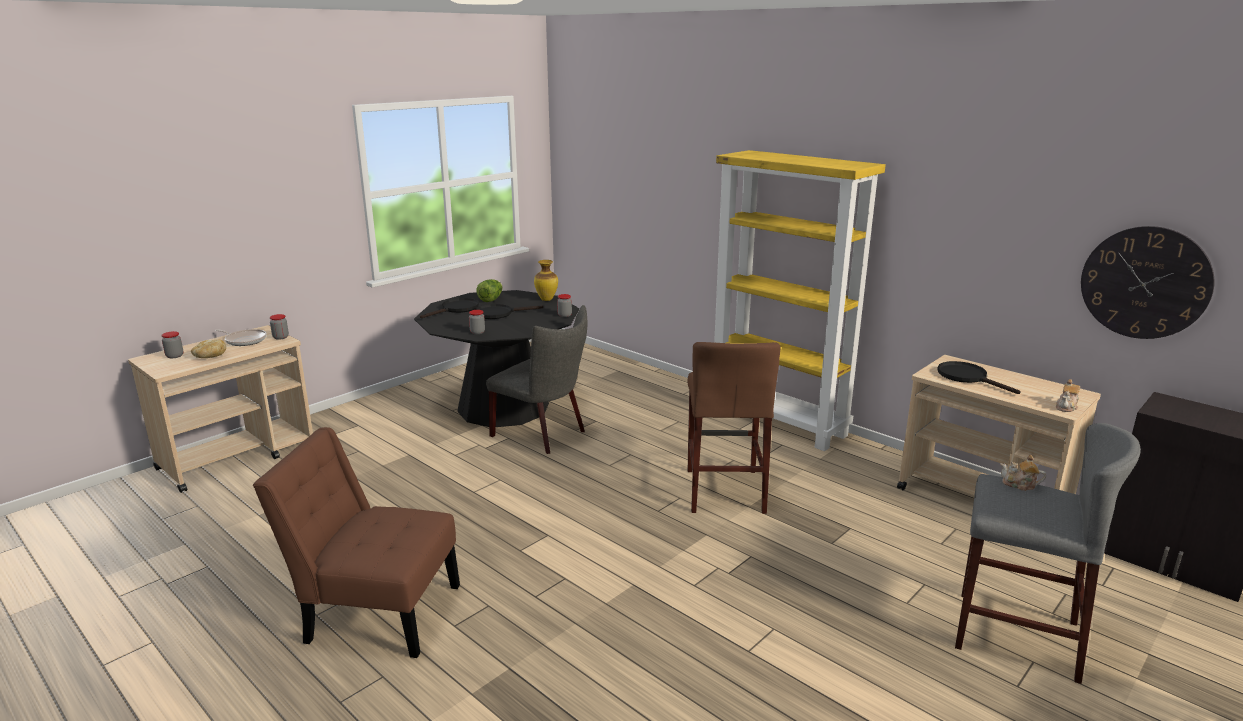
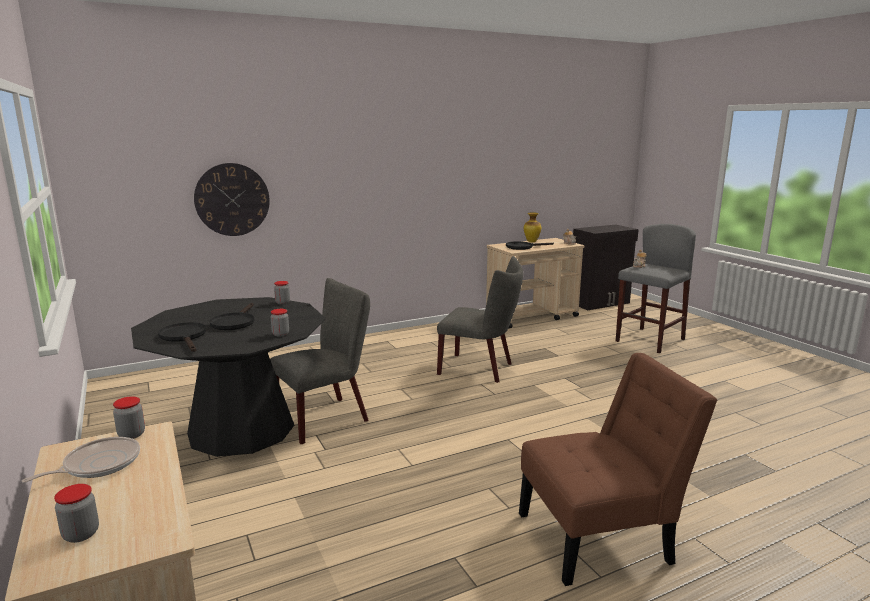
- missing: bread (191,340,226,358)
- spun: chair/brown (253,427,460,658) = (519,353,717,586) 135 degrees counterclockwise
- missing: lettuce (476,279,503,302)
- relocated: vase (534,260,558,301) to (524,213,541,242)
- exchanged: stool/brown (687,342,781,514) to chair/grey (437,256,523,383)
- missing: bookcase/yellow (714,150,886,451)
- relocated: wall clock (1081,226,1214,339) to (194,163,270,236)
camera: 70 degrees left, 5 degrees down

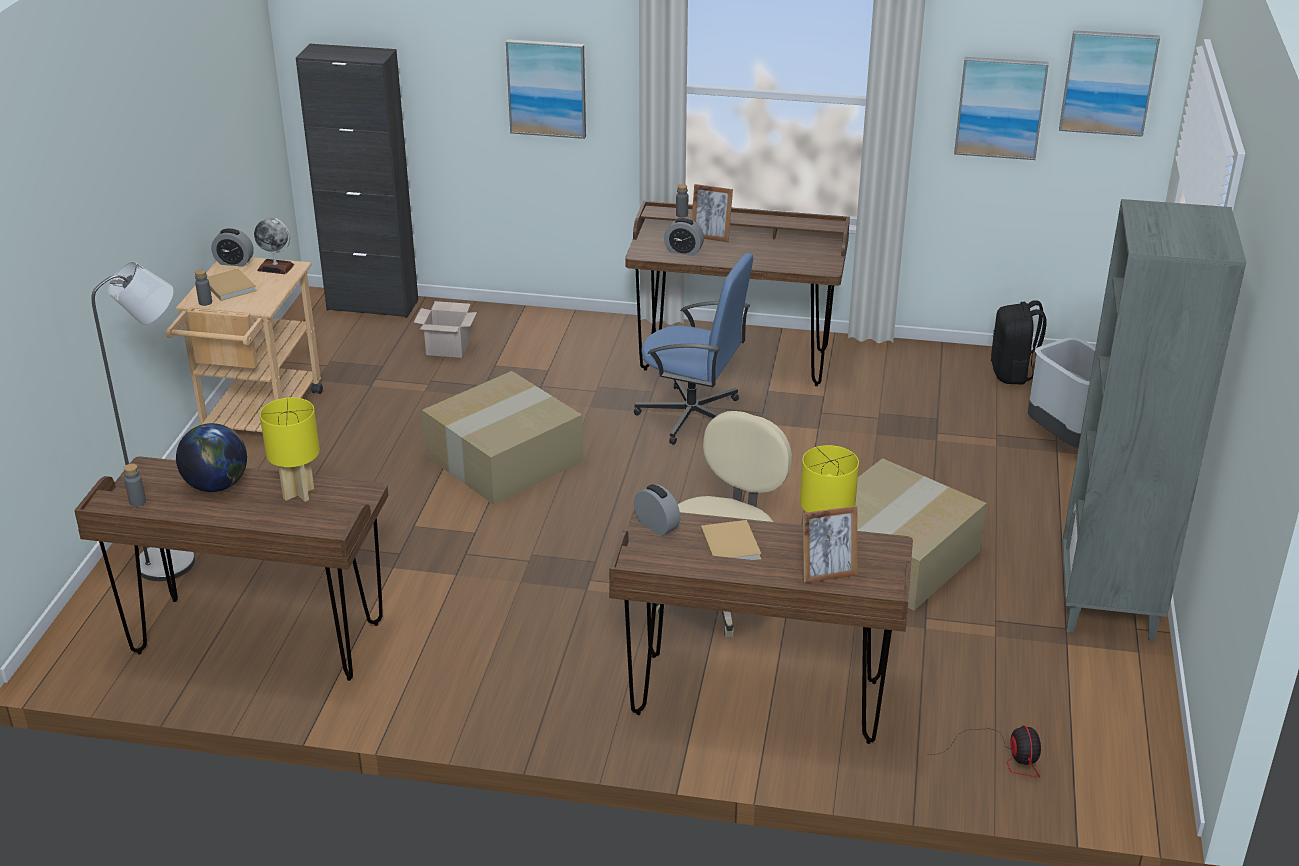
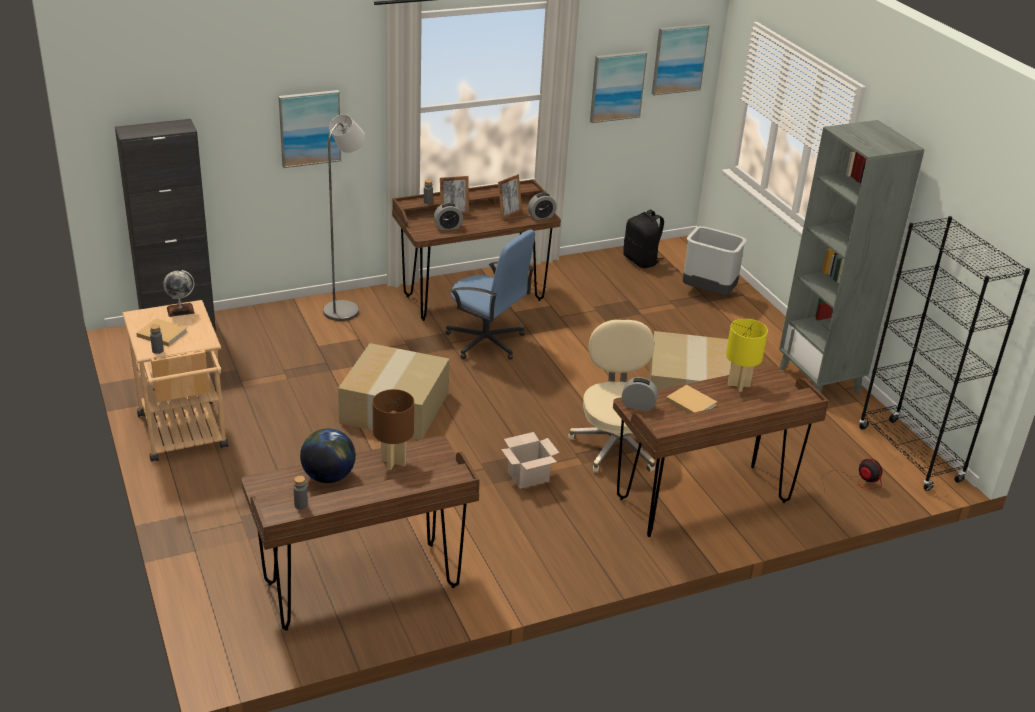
- relocated: floor lamp/grey (91,261,195,581) to (323,114,365,321)
- relocated: alarm clock (211,228,254,267) to (528,193,557,220)
- colour: table lamp/yellow (260,397,320,502) to table lamp/brown (373,389,414,470)
- relocated: cardboard box (414,301,477,358) to (501,432,559,489)
- spun: office chair/blue (634,253,753,445) = (445,230,535,360) 45 degrees clockwise
- relocated: picture frame (803,506,857,583) to (498,174,522,220)
- appeared: bookcase/black (859,216,1030,491)
camera: 35 degrees left, 0 degrees up

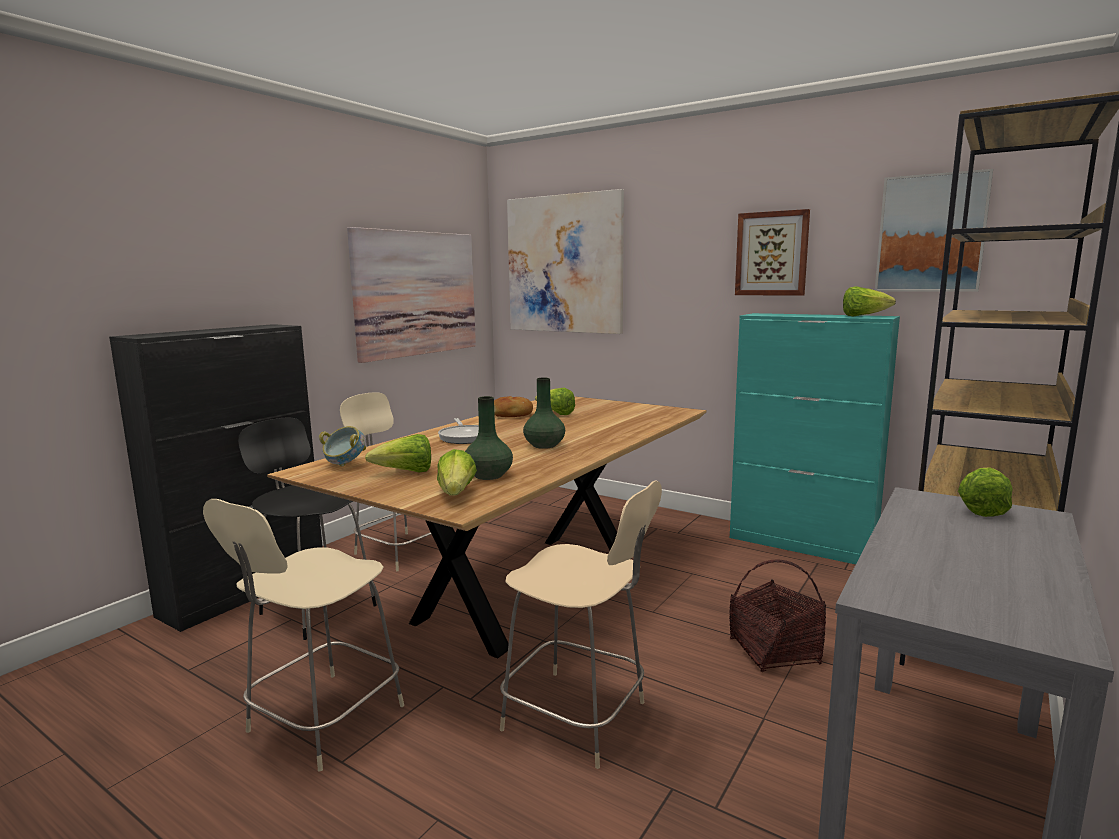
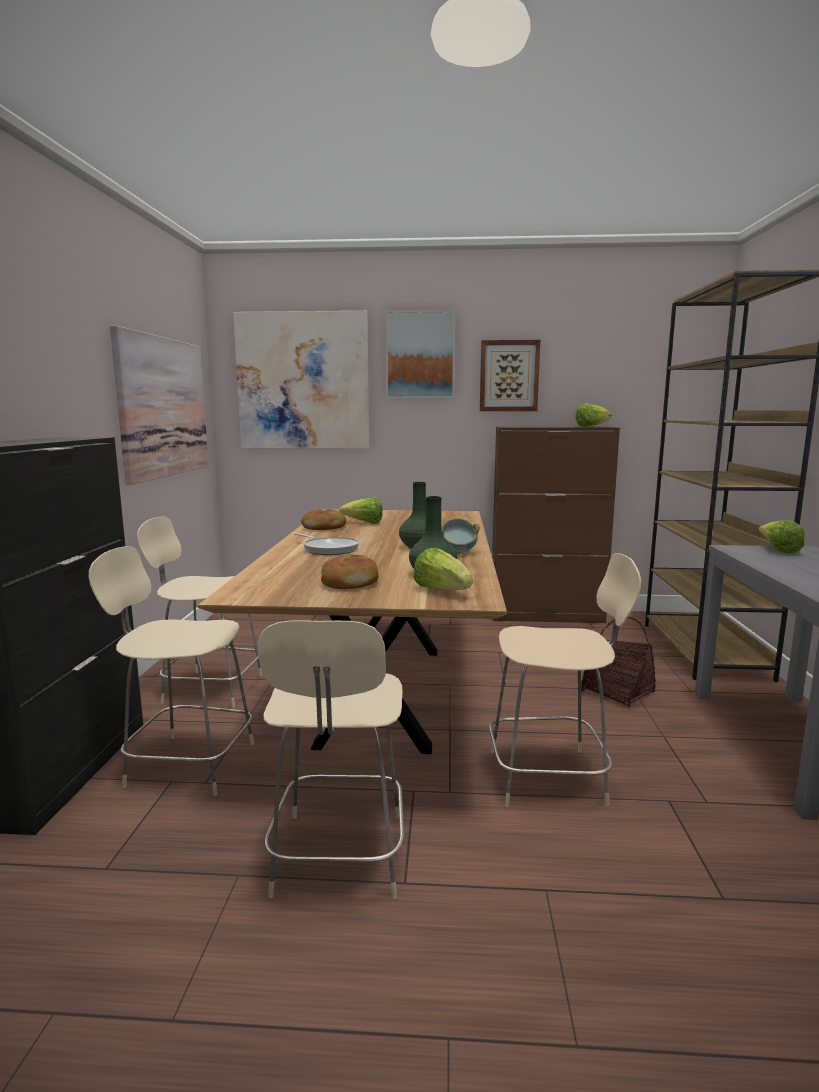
- colour: chair/black (238,418,377,640) to chair/beige (88,546,254,796)
- relocated: bowl (319,426,366,467) to (441,518,480,554)
- exchanged: lettuce (365,434,431,472) to bread (321,554,379,589)
- colour: cabinet/turquoise (730,313,900,564) to cabinet/brown (492,427,620,623)
- relocated: picture (875,169,993,292) to (386,310,455,399)
camera: 30 degrees left, 0 degrees up

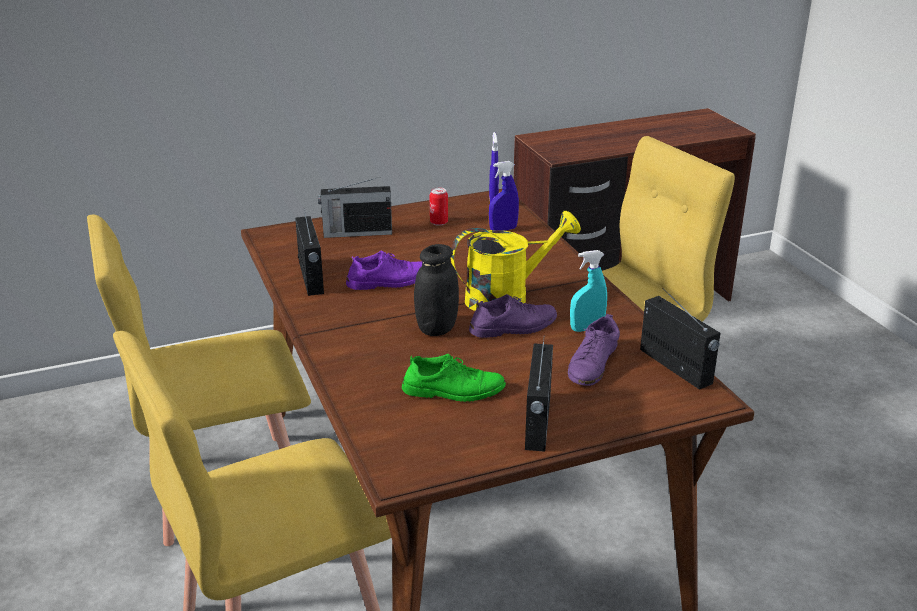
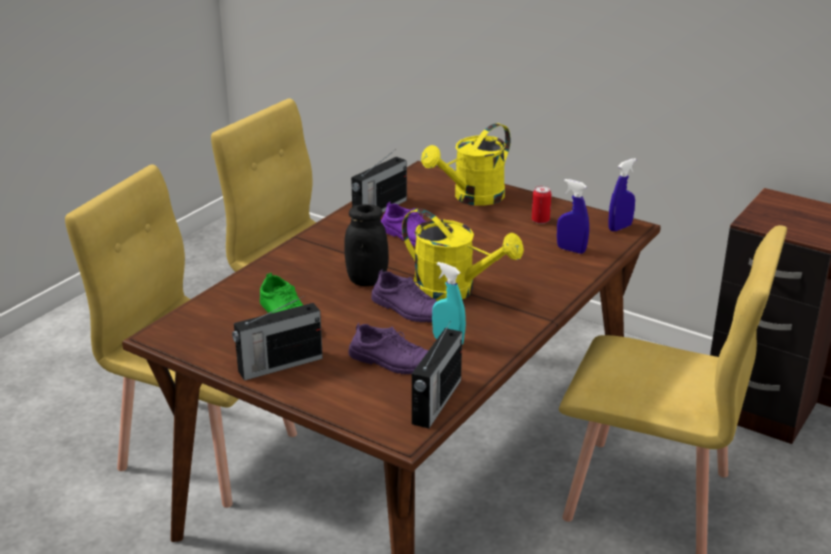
- exchanged: radio (318,177,392,238) to watering can/yellow (421,123,511,206)
- spun: shoe/purple (568,314,620,386) = (348,323,429,375) 150 degrees counterclockwise
camera: 55 degrees right, 0 degrees up

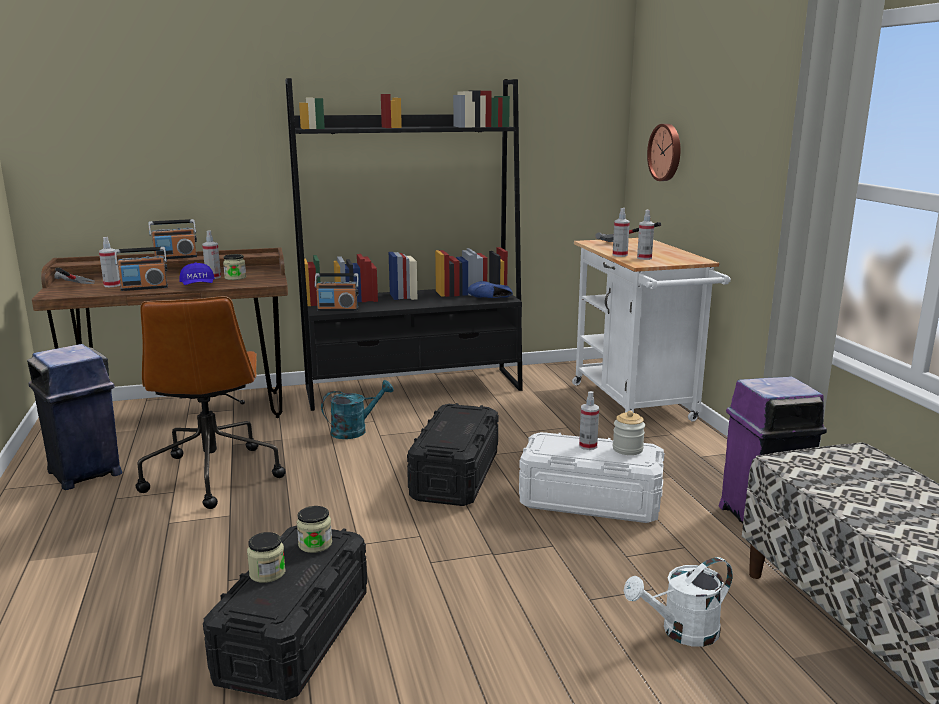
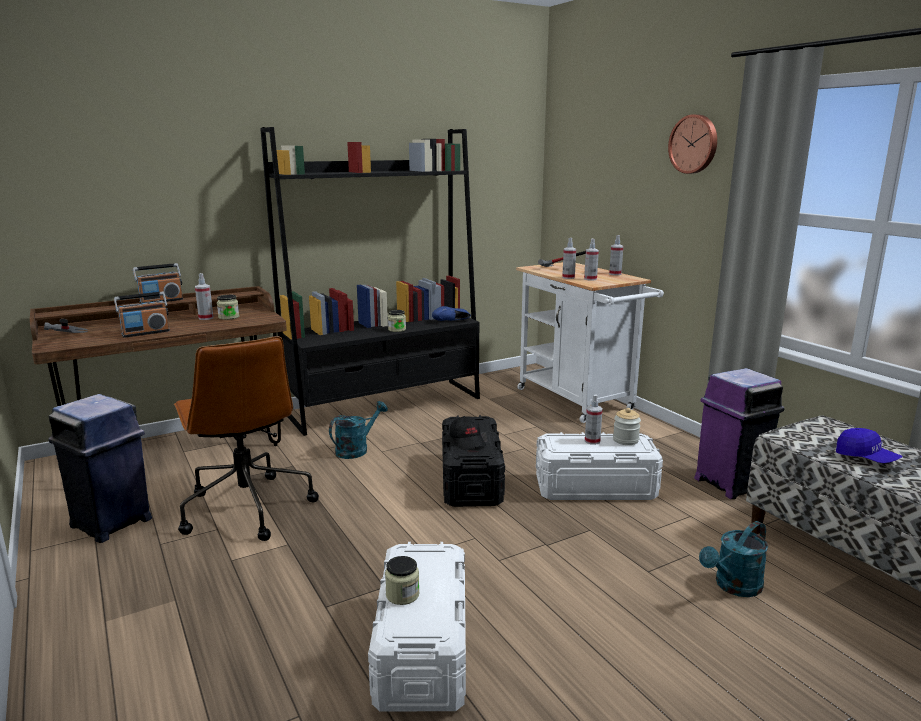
- relocated: spray bottle (99,237,121,287) to (609,235,623,275)
- relocated: cap/blue (179,263,215,285) to (836,428,903,463)
- colour: storage box/black (203,526,367,700) to storage box/white (368,542,466,711)
- relocated: jar (297,506,332,553) to (388,310,406,332)
- missing: radio (314,273,359,311)
- colour: watering can/white (624,557,733,647) to watering can/turquoise (699,521,768,597)
- relocated: wall clock (647,124,680,181) to (668,114,717,174)
- appeared: cap/black (450,416,486,450)
camera: 15 degrees left, 0 degrees up

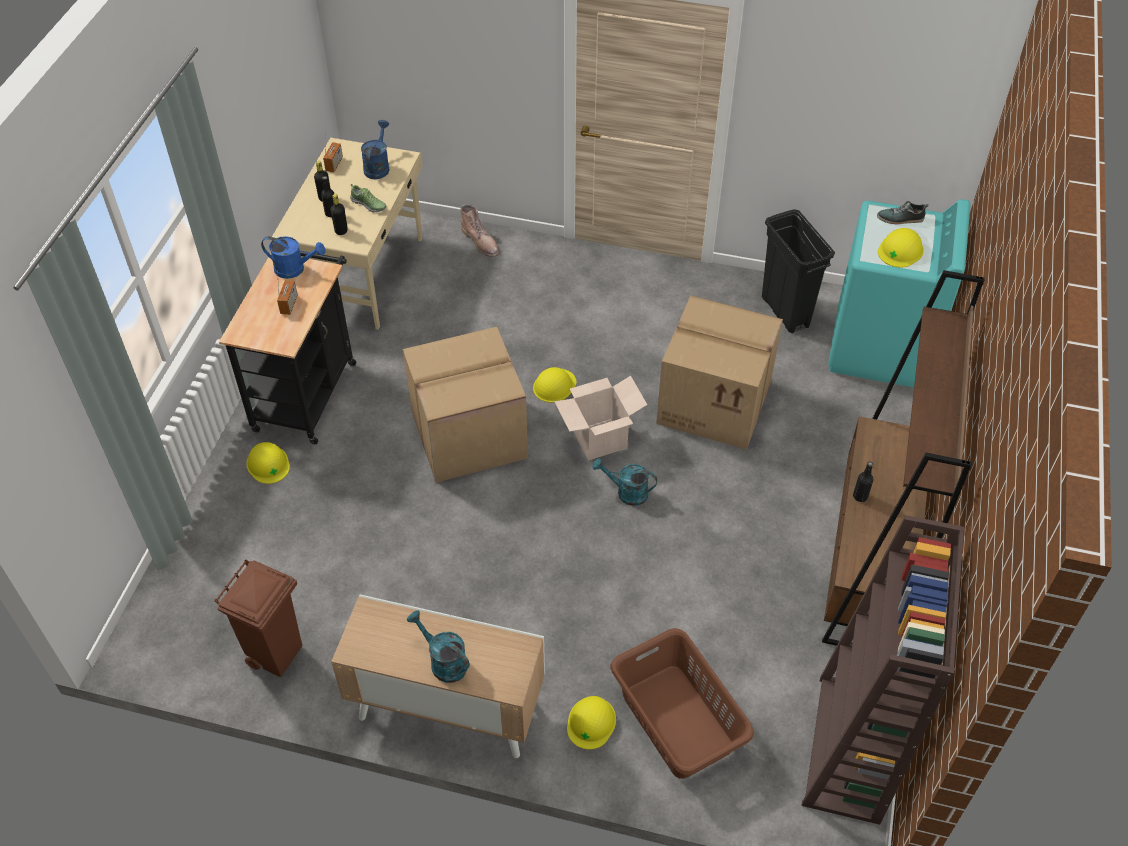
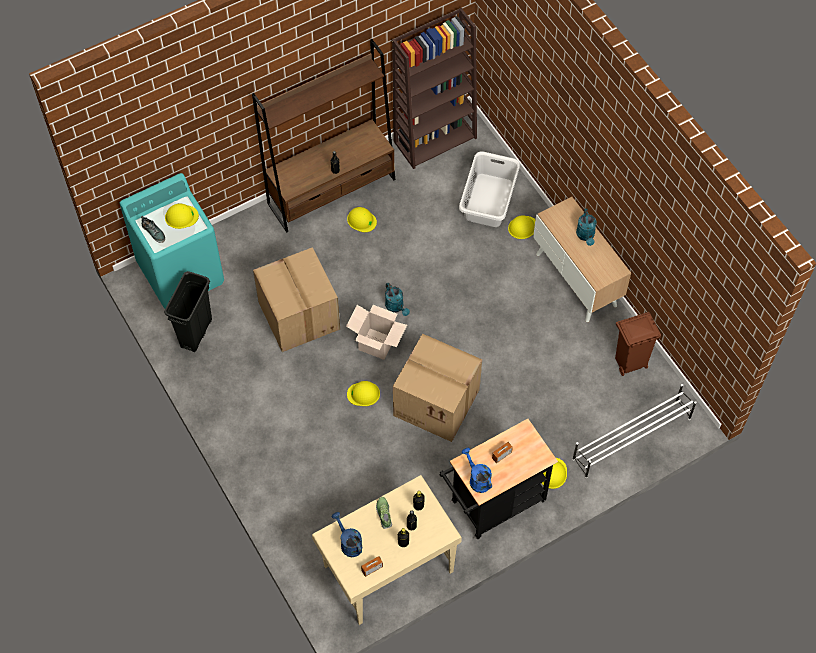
- spun: watering can/blue (361,120,390,179) = (332,512,362,557) 90 degrees clockwise
- missing: boot/brown (460,205,500,257)
- colour: laundry basket/brown (610,628,754,779) to laundry basket/grey (459,151,520,227)
- appeared: hard hat/yellow (347,207,377,232)
- appeared: shoe rack/white (572,384,697,478)
camera: 135 degrees left, 10 degrees up

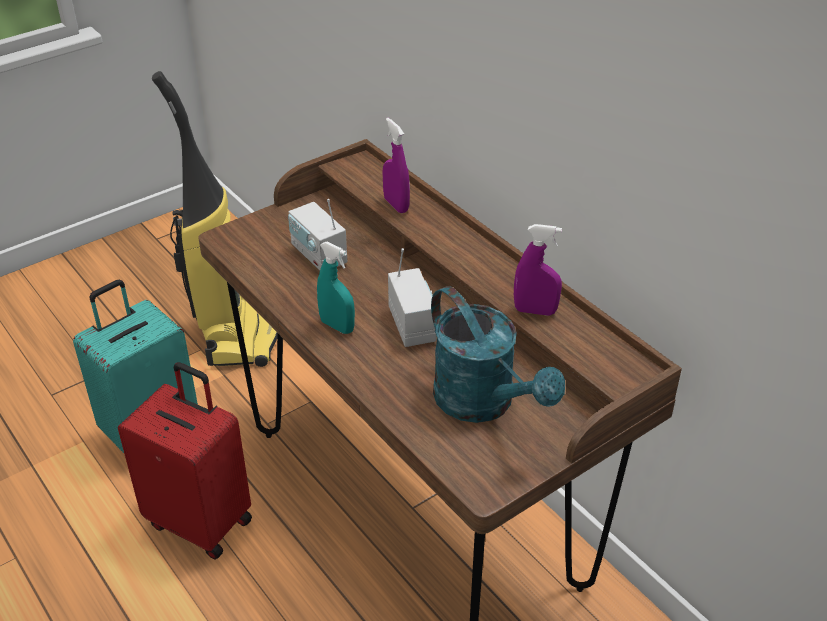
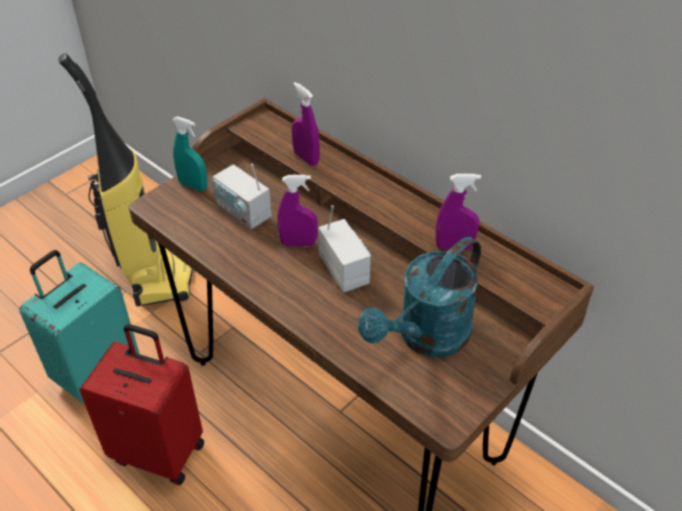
- relocated: spray bottle/turquoise (317,241,355,334) to (172,116,208,191)
- spun: watering can/turquoise (431,286,565,423) = (358,237,481,357) 90 degrees clockwise
- appeared: spray bottle/purple (277,175,318,246)
camera: 10 degrees left, 5 degrees up

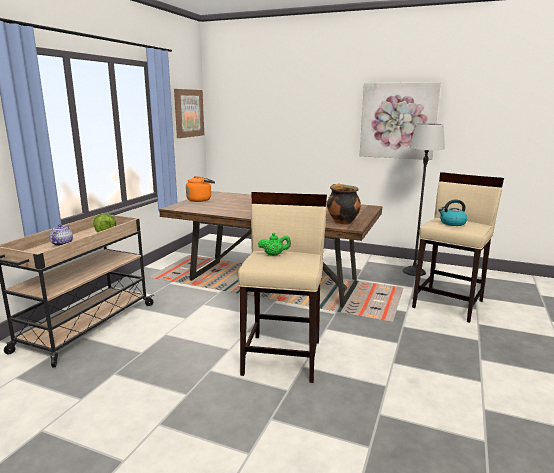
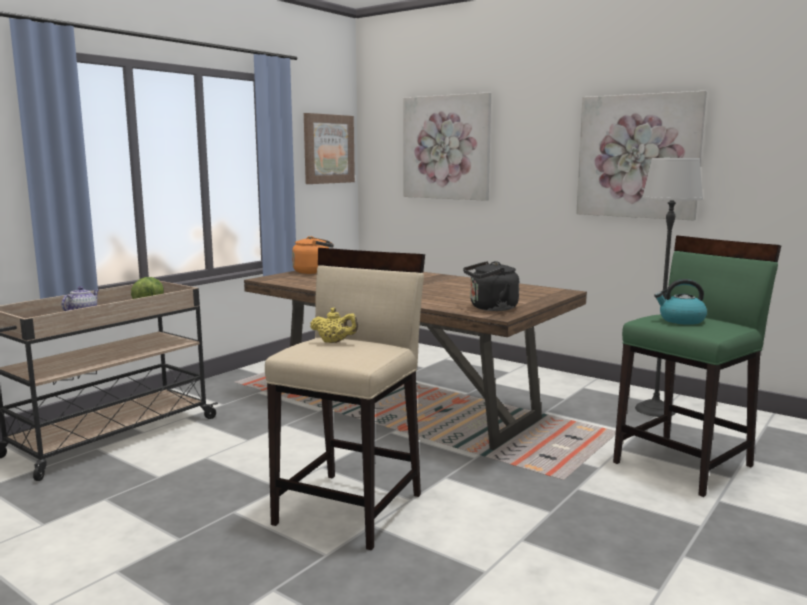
- colour: teapot/green (258,233,291,256) to teapot/yellow (310,308,358,343)
- exchanged: cooking pot (327,184,361,225) to kettle/black (463,261,519,311)
- colour: stool/beige (412,172,504,323) to stool/green (613,235,781,497)
- appeared: picture (403,93,491,201)
camera: 15 degrees right, 5 degrees down

